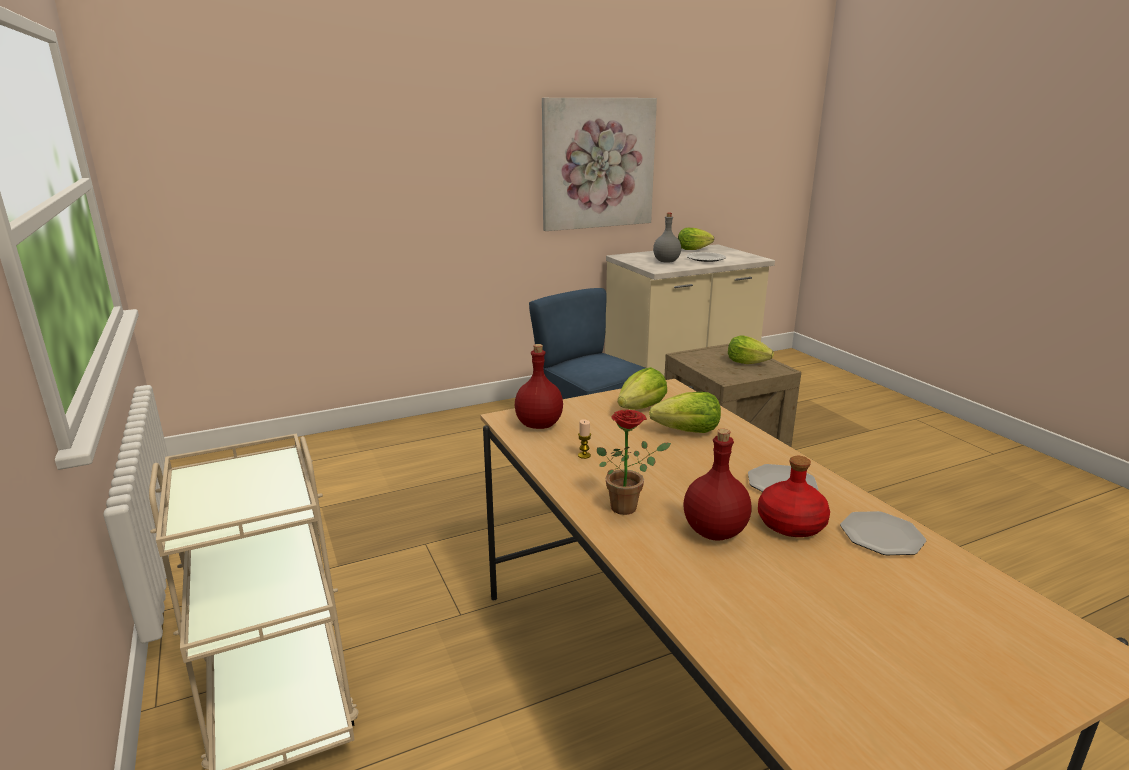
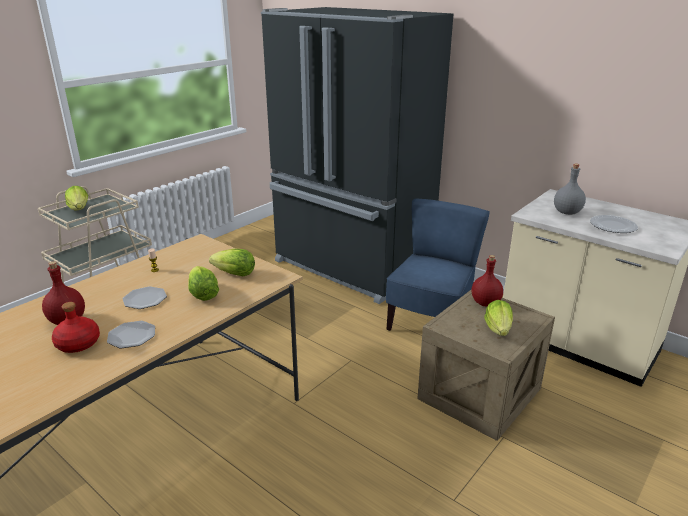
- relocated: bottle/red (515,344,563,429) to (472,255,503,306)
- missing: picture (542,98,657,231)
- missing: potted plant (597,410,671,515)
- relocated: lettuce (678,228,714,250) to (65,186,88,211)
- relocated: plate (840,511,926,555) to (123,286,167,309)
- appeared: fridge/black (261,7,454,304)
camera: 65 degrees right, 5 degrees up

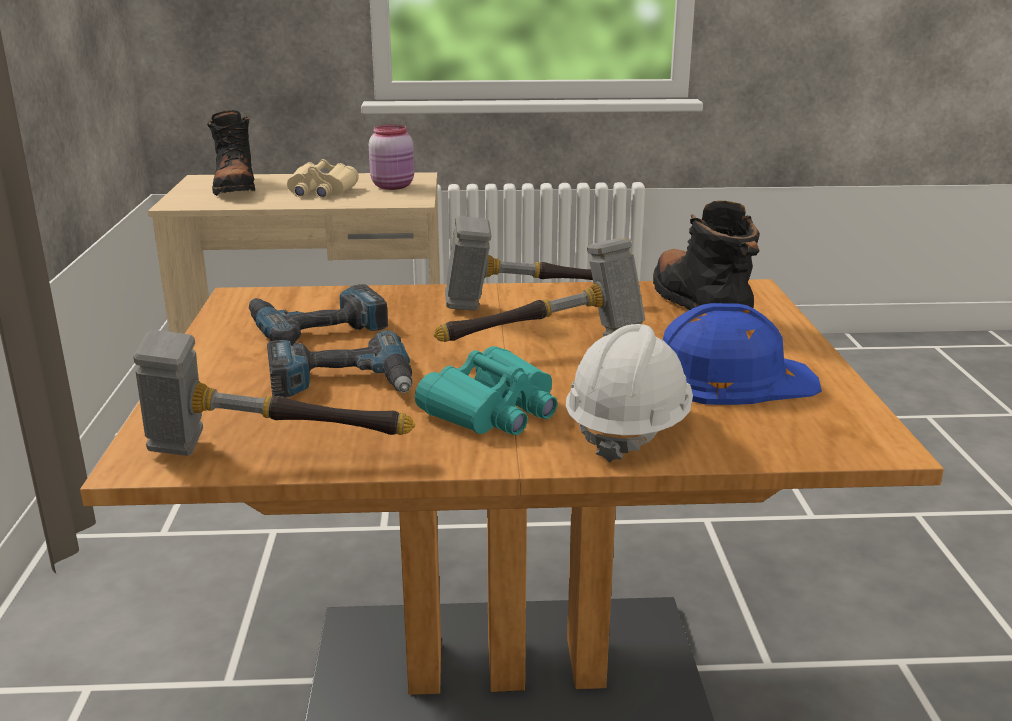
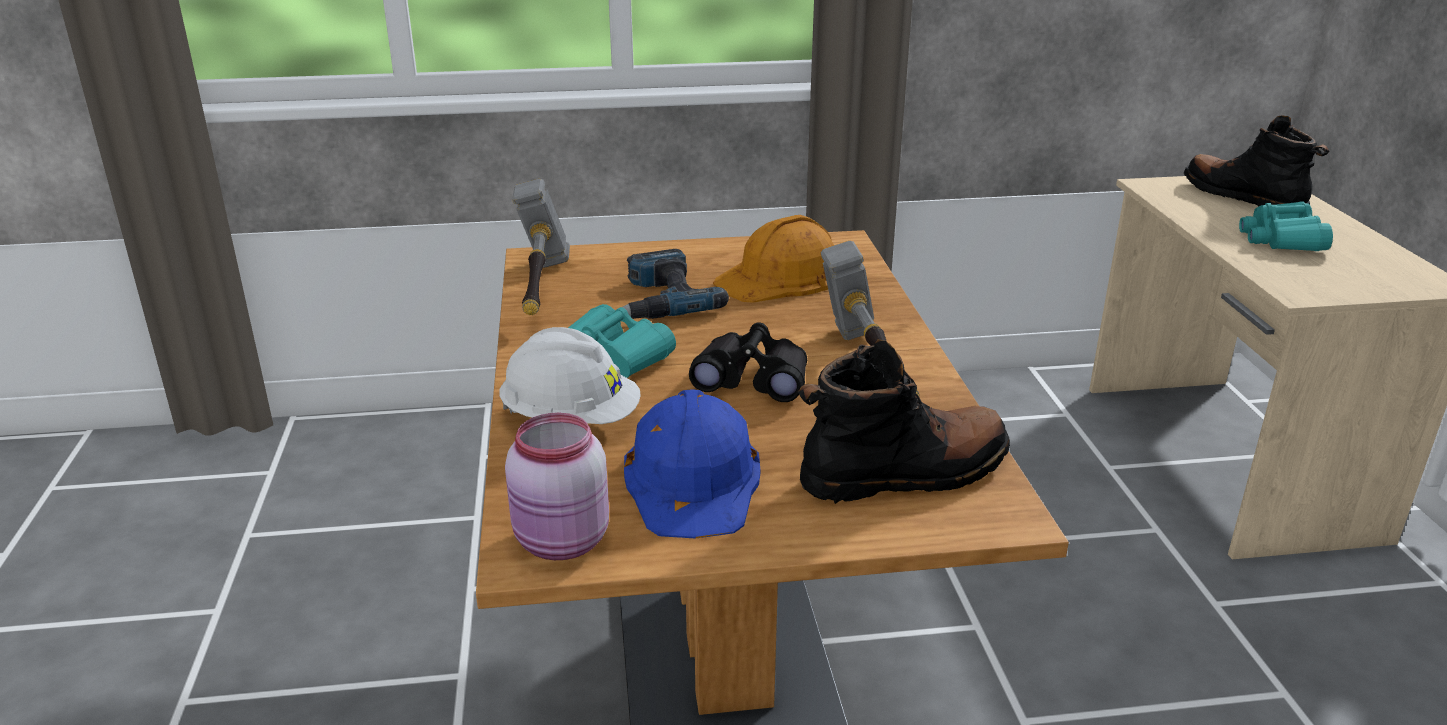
- spun: boot/black (207,110,255,196) = (1184,115,1329,206) 75 degrees clockwise
- exchanged: power drill (249,284,388,346) to hard hat/orange (713,215,834,303)
- colour: binoculars/beige (287,159,359,198) to binoculars/turquoise (1239,201,1333,251)
- relocated: jar/pink (369,125,414,190) to (505,413,609,560)
- exchanged: hammer (434,238,645,342) to binoculars/black (689,322,807,402)
camera: 85 degrees right, 5 degrees up

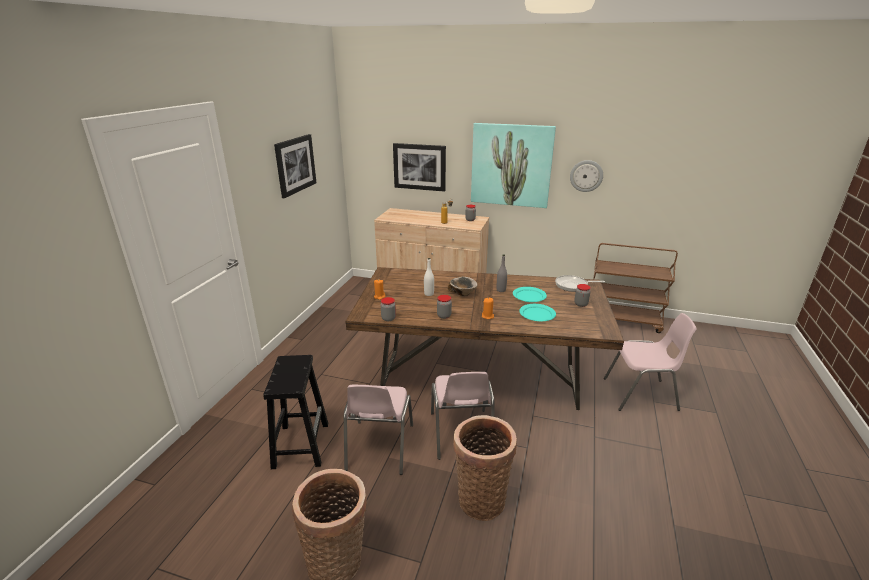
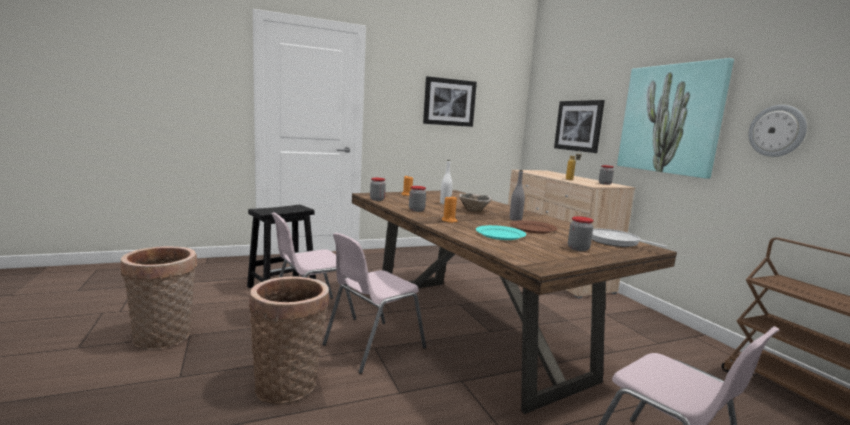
- colour: plate/turquoise (513,287,547,302) to plate/brown (510,220,558,234)
camera: 50 degrees right, 15 degrees down

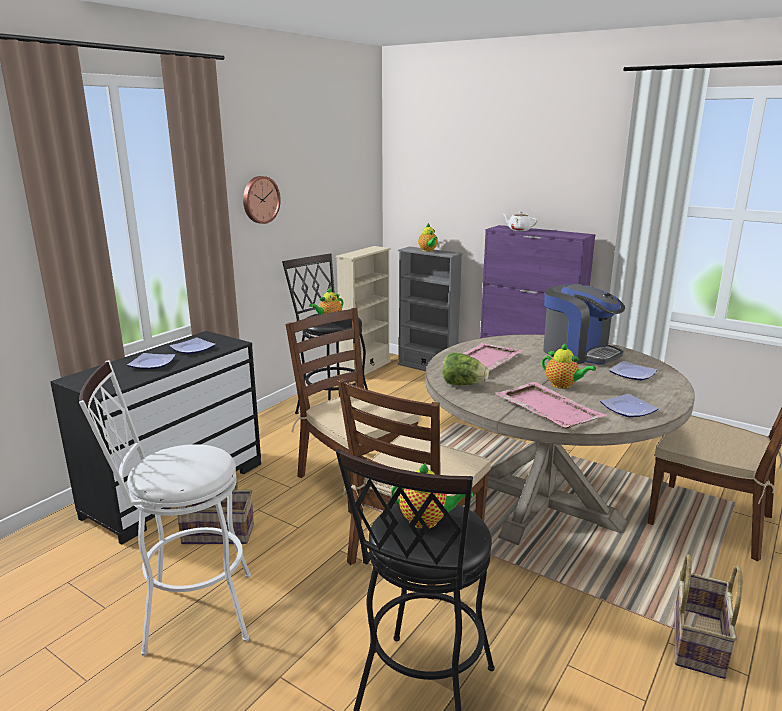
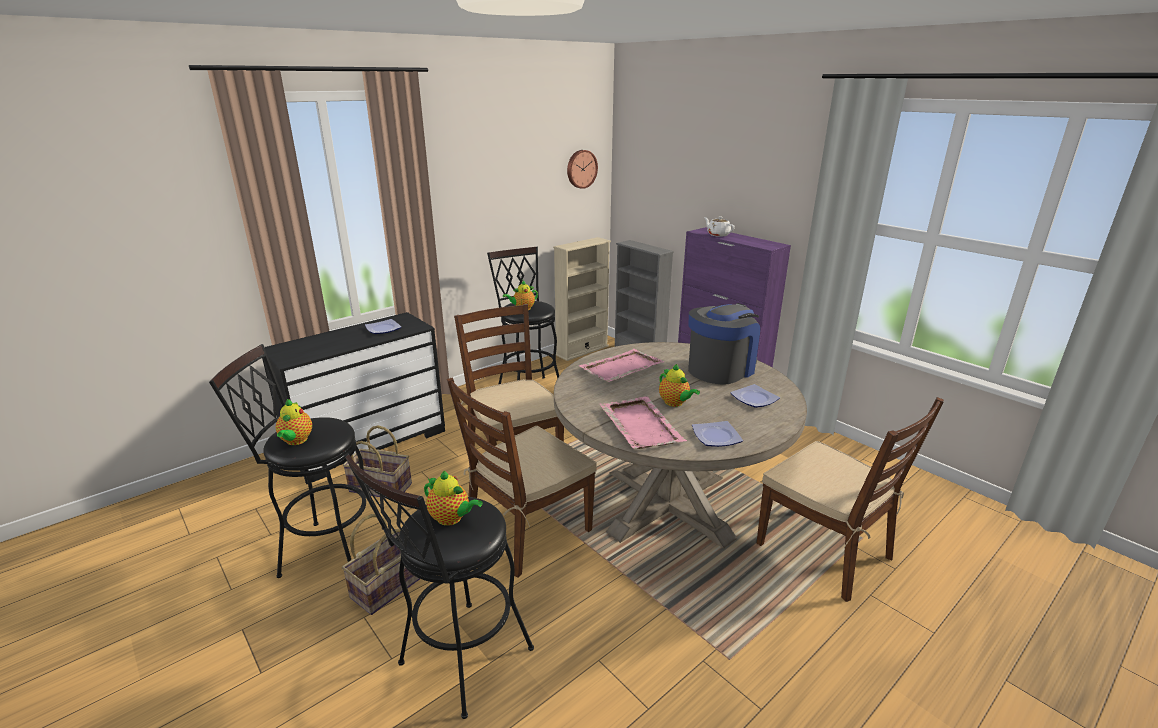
- colour: stool/white (79,360,251,656) to stool/black (209,344,383,578)
- missing: plate (127,353,176,369)
- relocated: wall clock (243,176,281,224) to (567,150,598,189)
- relocated: teapot (418,223,438,252) to (276,399,312,445)
- missing: lettuce (442,352,489,385)
- spun: coffee machine (543,284,625,365) = (688,303,760,385) 105 degrees counterclockwise
- relocated: basket (675,554,742,679) to (342,514,420,615)
camera: 15 degrees right, 5 degrees up

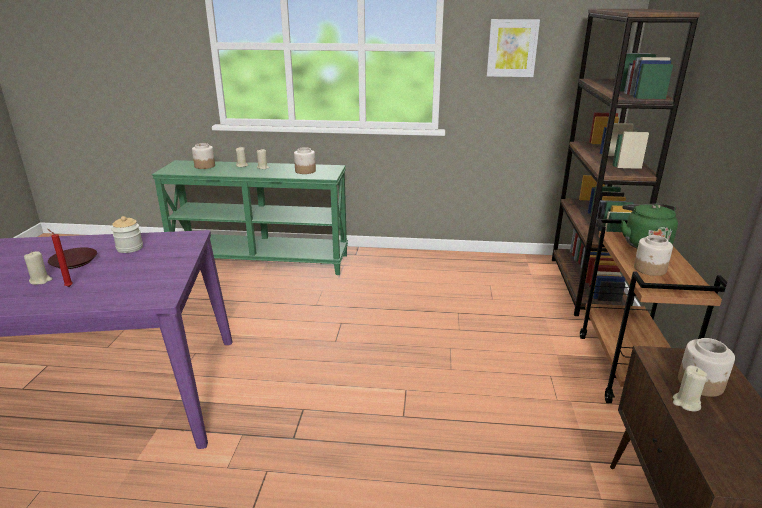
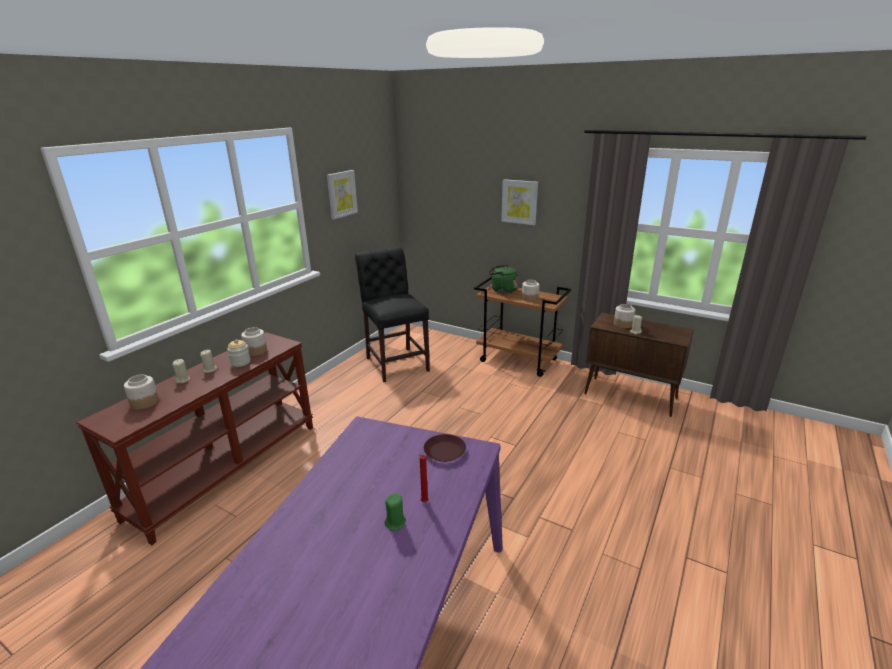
- colour: candle/beige (24,251,52,285) to candle/green (384,493,406,531)
- relocated: plate/brown (48,247,97,269) to (424,434,466,462)
- relocated: jar (111,216,143,253) to (227,339,250,367)
- colour: console table/green (152,160,348,275) to console table/brown (76,332,313,545)
- missing: bookcase/brown (552,9,700,316)
- appeared: chair/black (355,247,430,382)
- appeared: picture (501,179,538,225)
camera: 65 degrees left, 0 degrees up

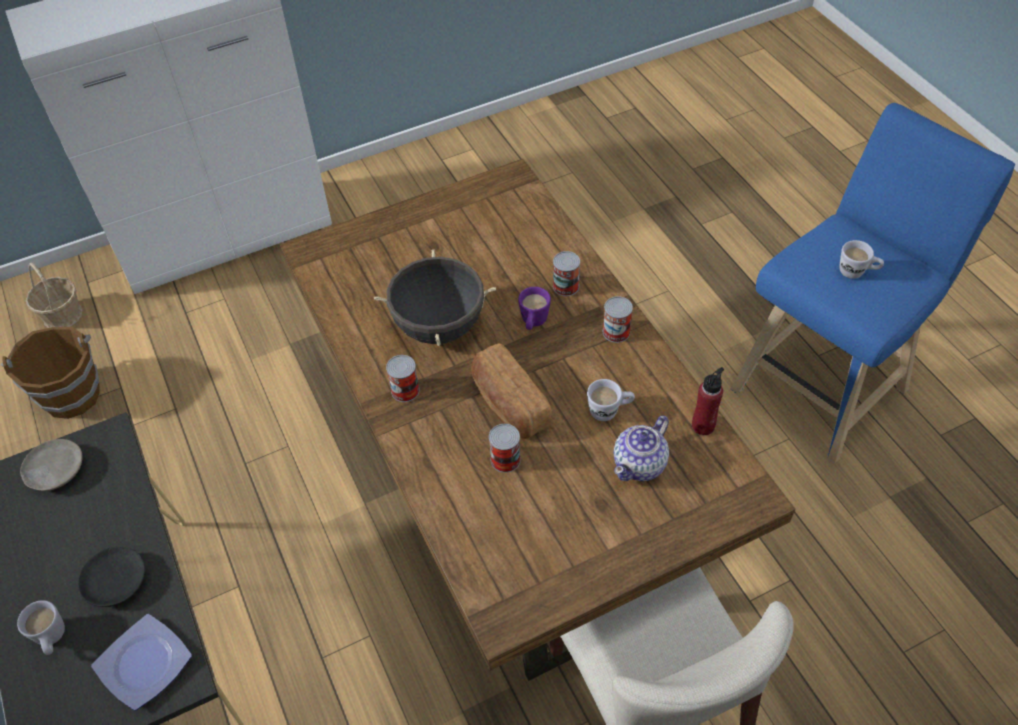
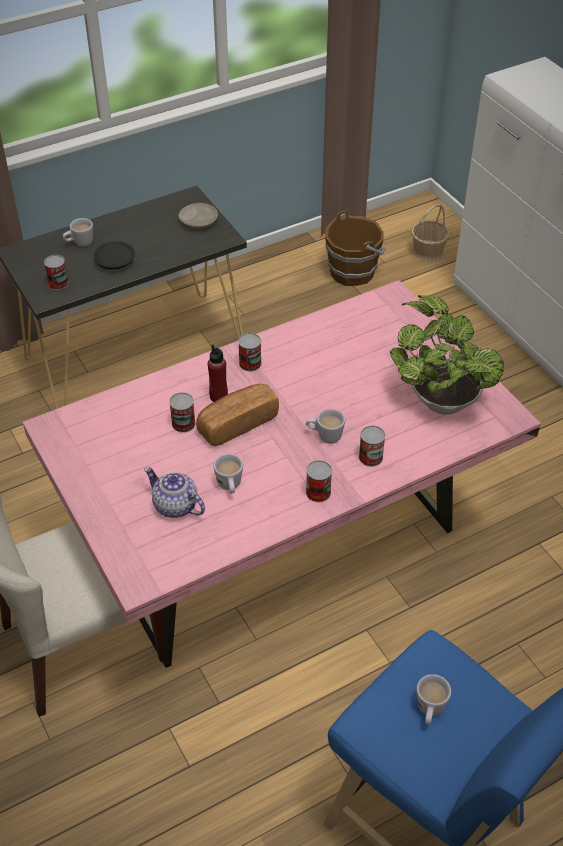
- exchanged: plate (91,614,192,711) to can (44,255,69,290)
- colour: dining table/brown (280,159,796,681) to dining table/pink (22,280,541,668)
- missing: cooking pot/black (374,249,496,346)
- colour: mug/purple (518,287,551,330) to mug/white (306,409,345,444)
- relocated: bottle/red (692,367,724,435) to (208,345,228,402)
- appeared: potted plant (390,295,504,415)
camera: 85 degrees right, 5 degrees down

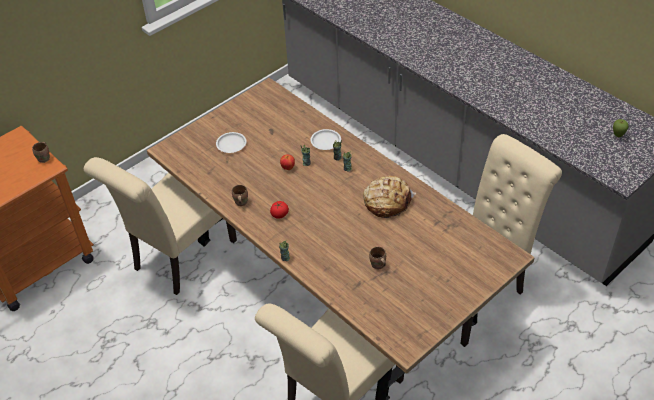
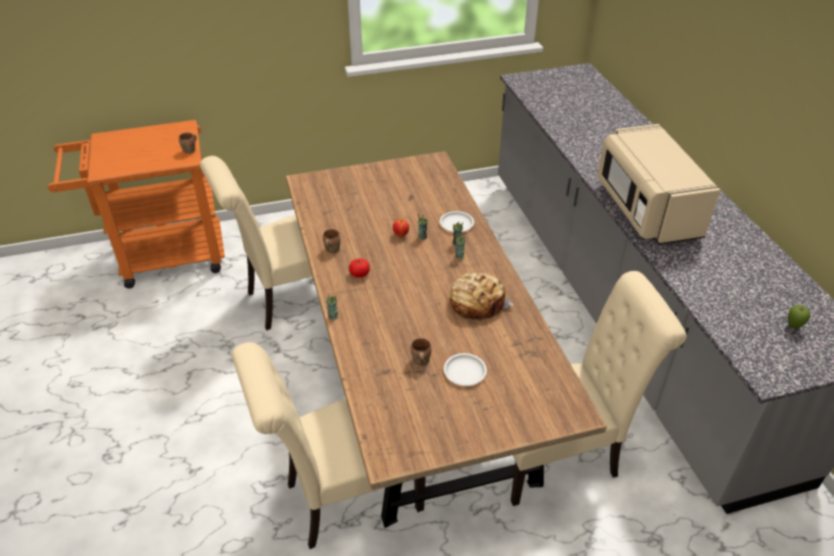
- relocated: plate/white (216,132,247,153) to (444,353,487,386)
- appeared: microwave/beige (597,124,720,245)
camera: 25 degrees right, 5 degrees down

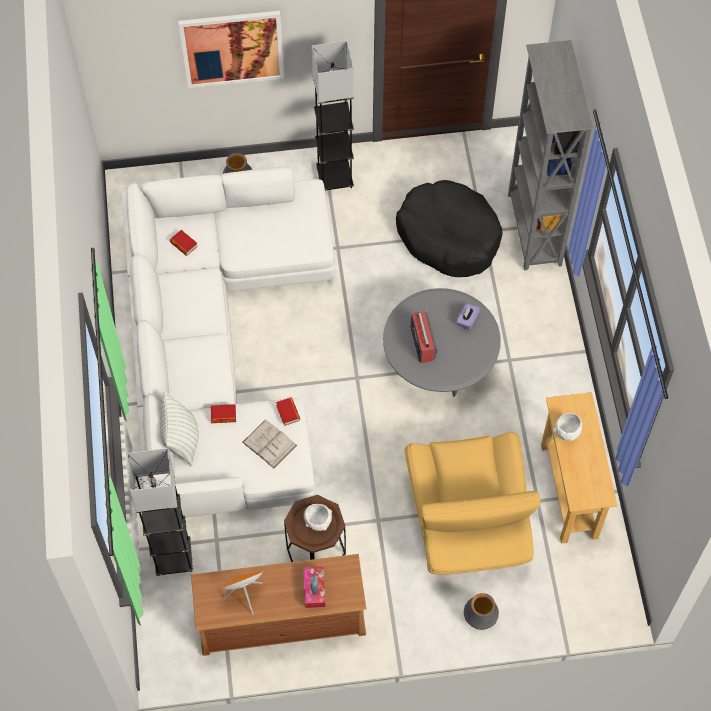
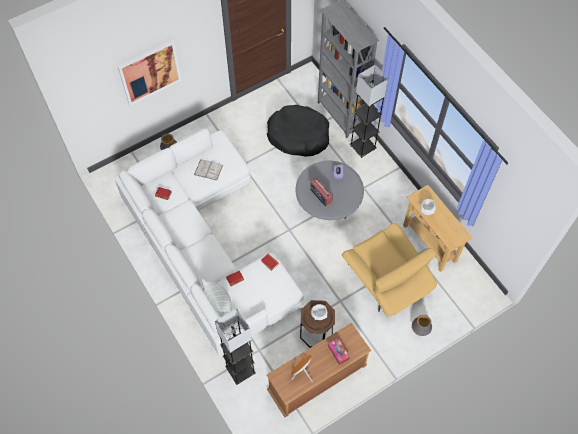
- relocated: book/white (242,420,297,468) to (194,160,223,181)
- relocated: floor lamp/grey (312,40,354,191) to (350,65,388,158)
camera: 25 degrees left, 0 degrees up

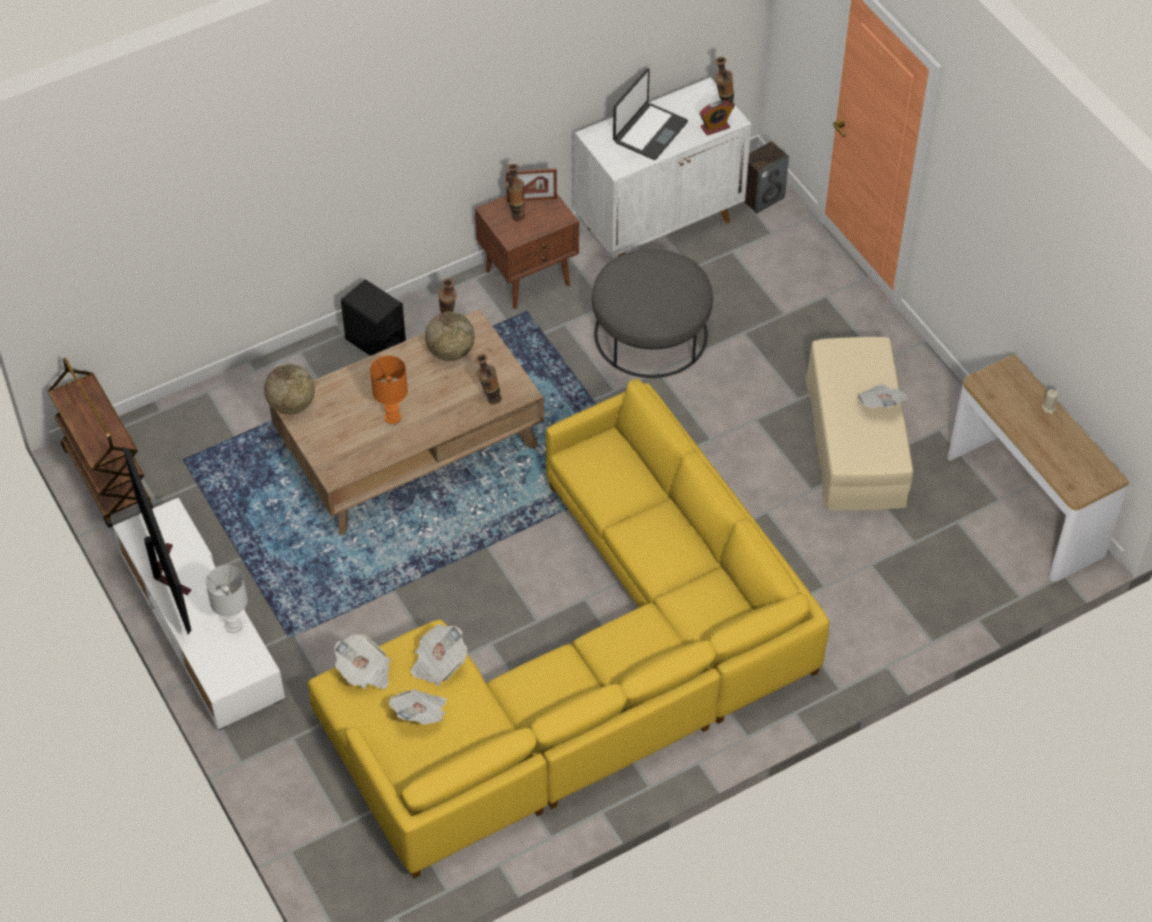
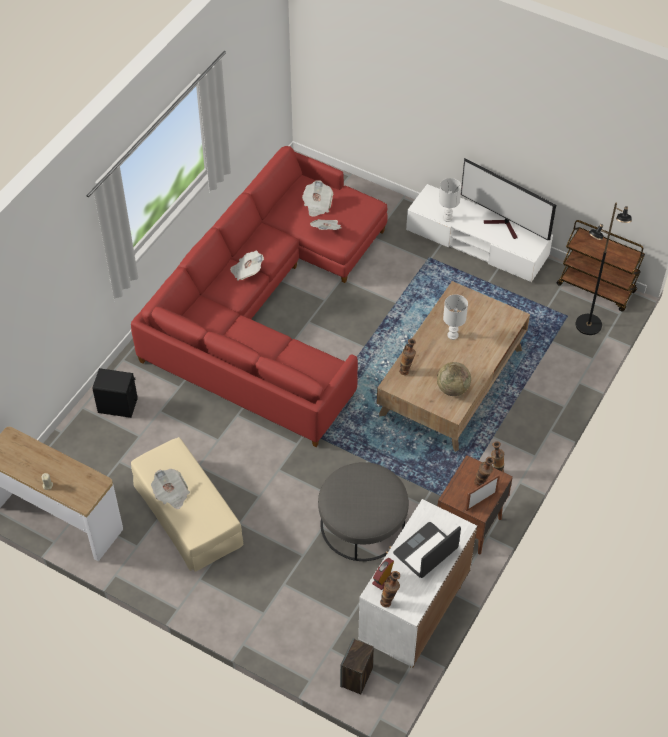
- missing: globe (264,364,315,414)
- colour: sofa/yellow (308,379,829,879) to sofa/red (131,146,388,447)
- relocated: newspaper (334,634,391,689) to (230,251,264,281)
- relocated: speaker/black (341,279,406,356) to (92,368,138,418)
- colour: table lamp/orange (370,355,408,424) to table lamp/white (443,294,468,340)
- spun: laptop (613,68,688,160) = (393,522,461,578) 45 degrees clockwise
- appeared: floor lamp/black (576,203,632,335)
camera: 150 degrees right, 0 degrees up

